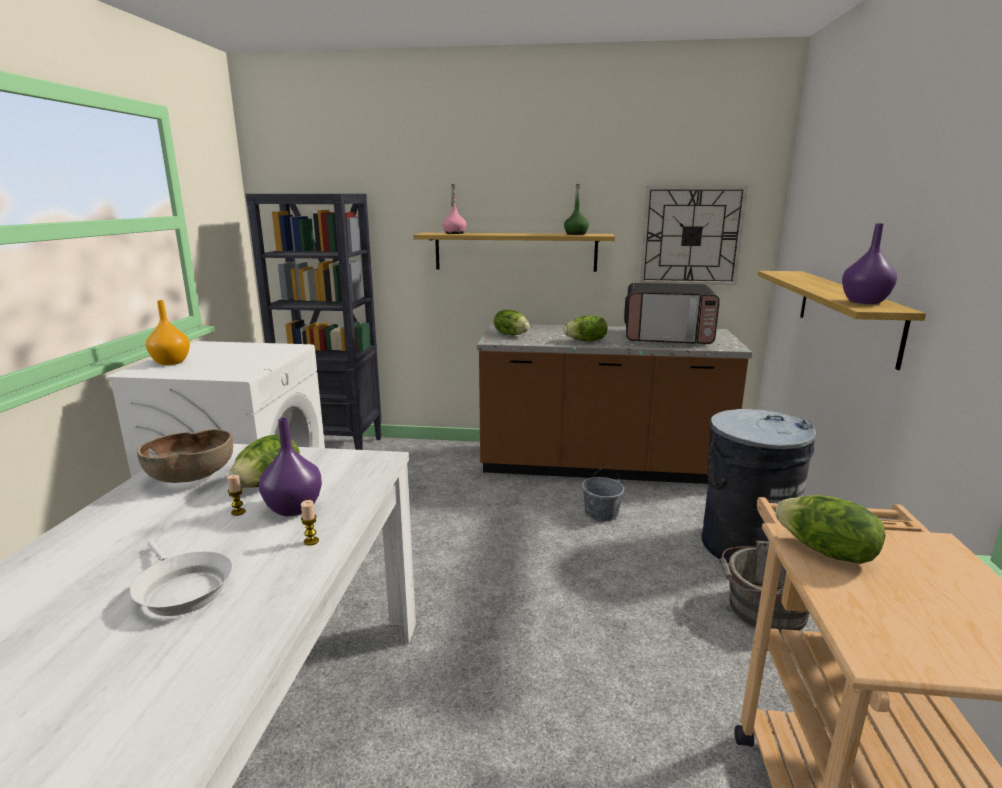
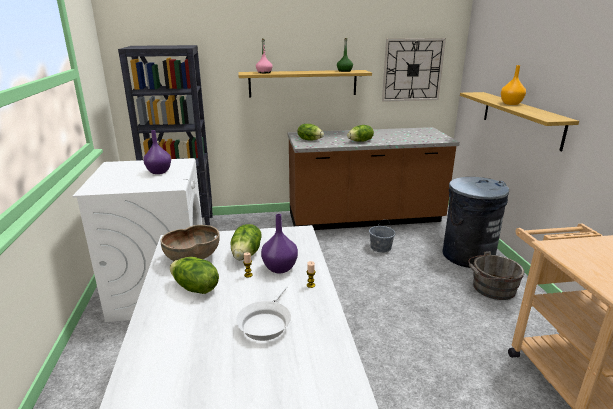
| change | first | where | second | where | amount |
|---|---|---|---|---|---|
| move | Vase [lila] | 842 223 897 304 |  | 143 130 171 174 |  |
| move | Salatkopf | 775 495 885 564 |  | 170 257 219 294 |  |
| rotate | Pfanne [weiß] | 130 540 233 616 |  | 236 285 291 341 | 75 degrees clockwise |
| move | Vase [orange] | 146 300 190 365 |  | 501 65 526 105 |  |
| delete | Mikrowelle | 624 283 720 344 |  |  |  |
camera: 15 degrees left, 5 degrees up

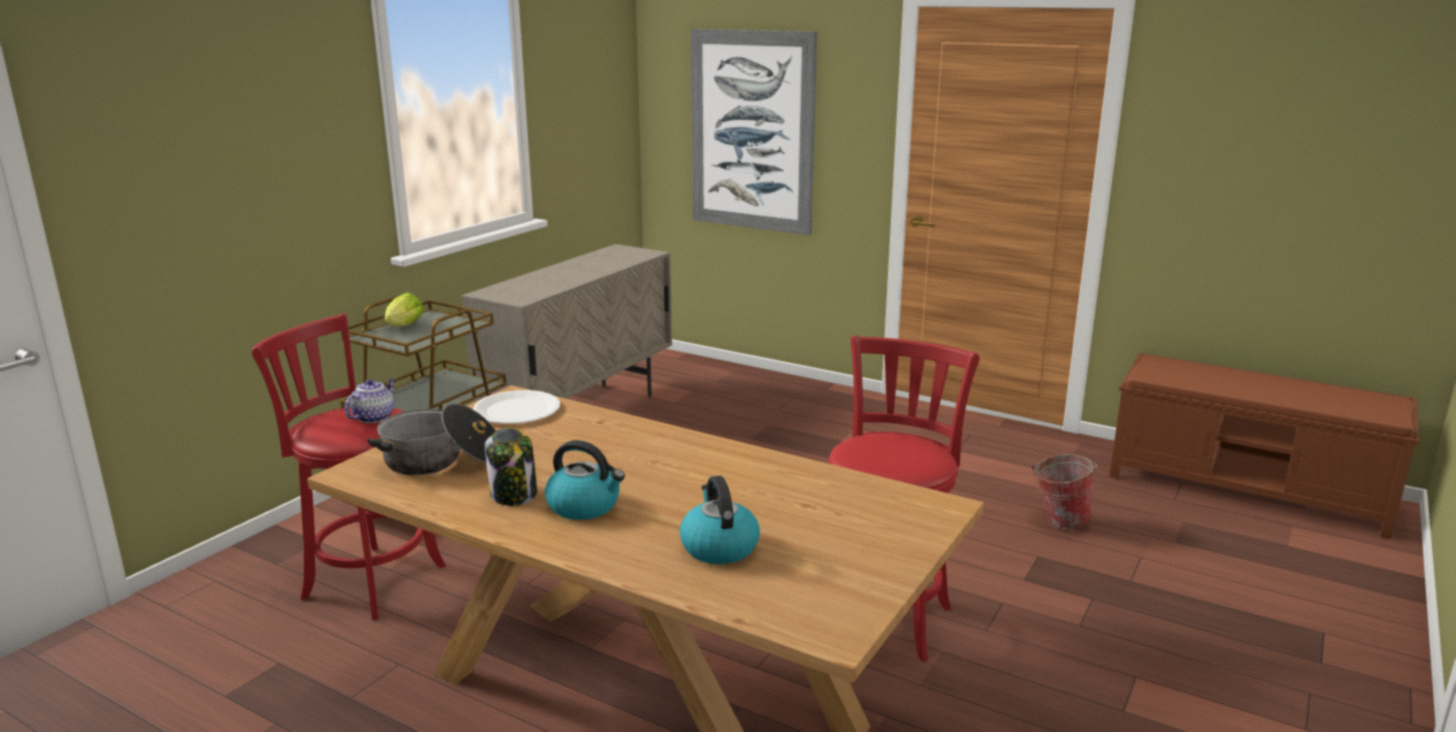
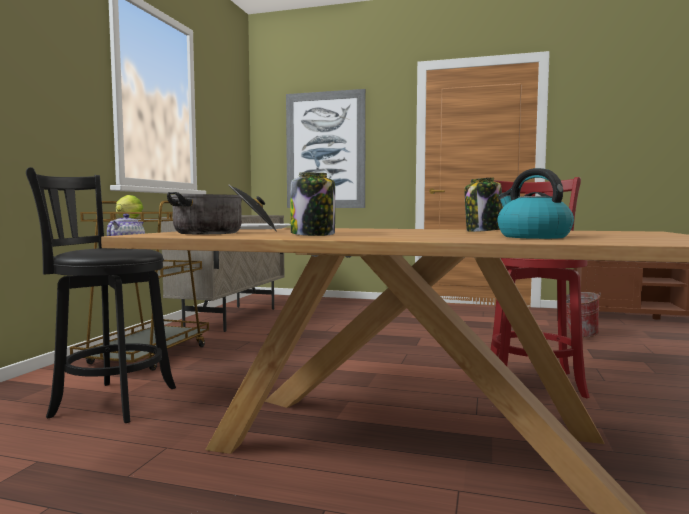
| change | first | where | second | where | amount |
|---|---|---|---|---|---|
| recolor | Hocker [rot] | 252 313 446 620 | Hocker [schwarz] | 26 167 176 423 |  |
| insert |  |  | Vorratsglas | 464 177 503 232 |  |
| delete | Wasserkessel | 545 440 625 520 |  |  |  |
camera: 15 degrees left, 15 degrees down

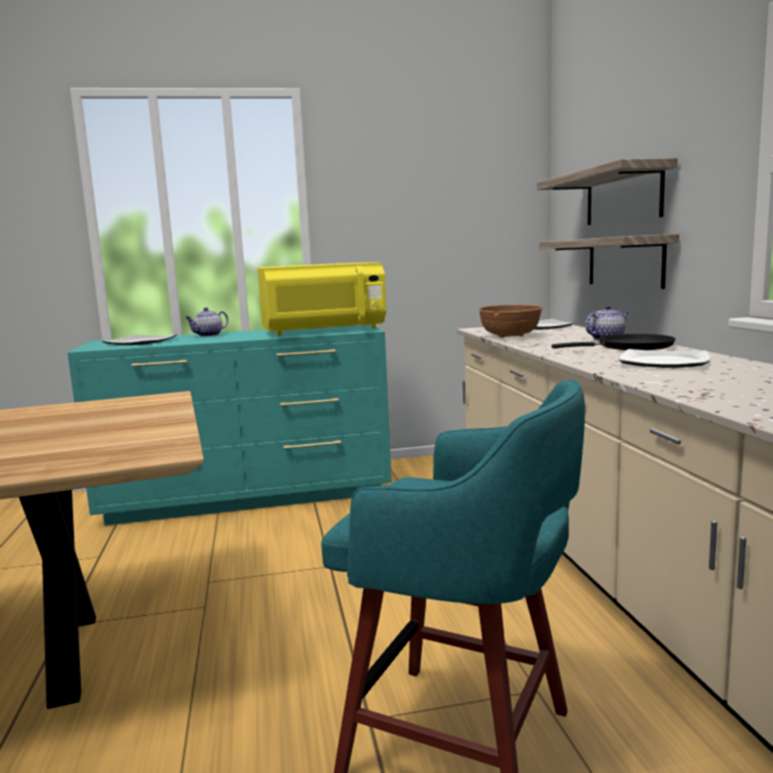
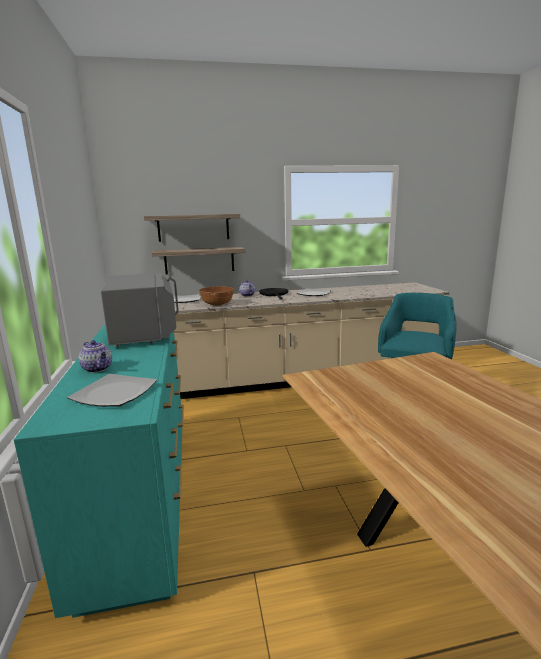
| change | first | where | second | where | amount |
|---|---|---|---|---|---|
| recolor | Mikrowelle [gelb] | 258 262 386 336 | Mikrowelle [grau] | 101 273 179 347 |  |
camera: 90 degrees left, 5 degrees up

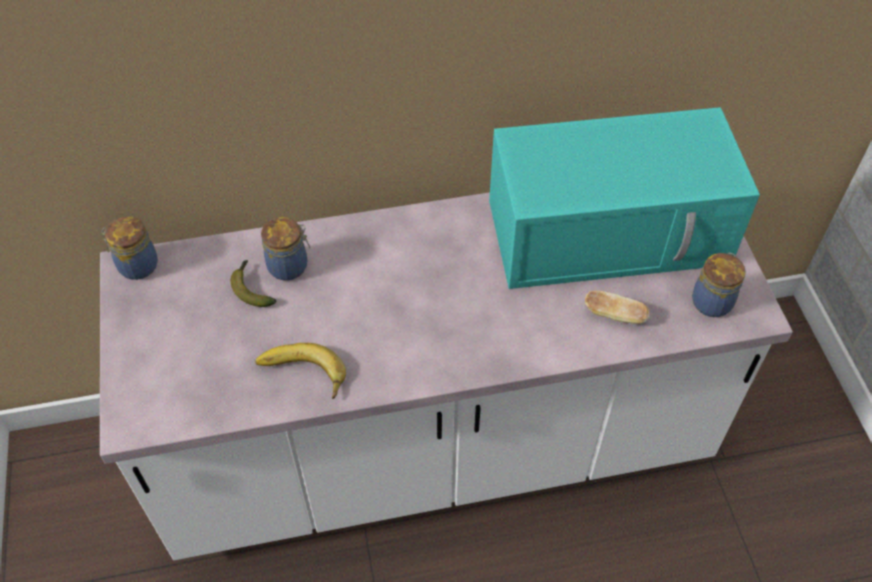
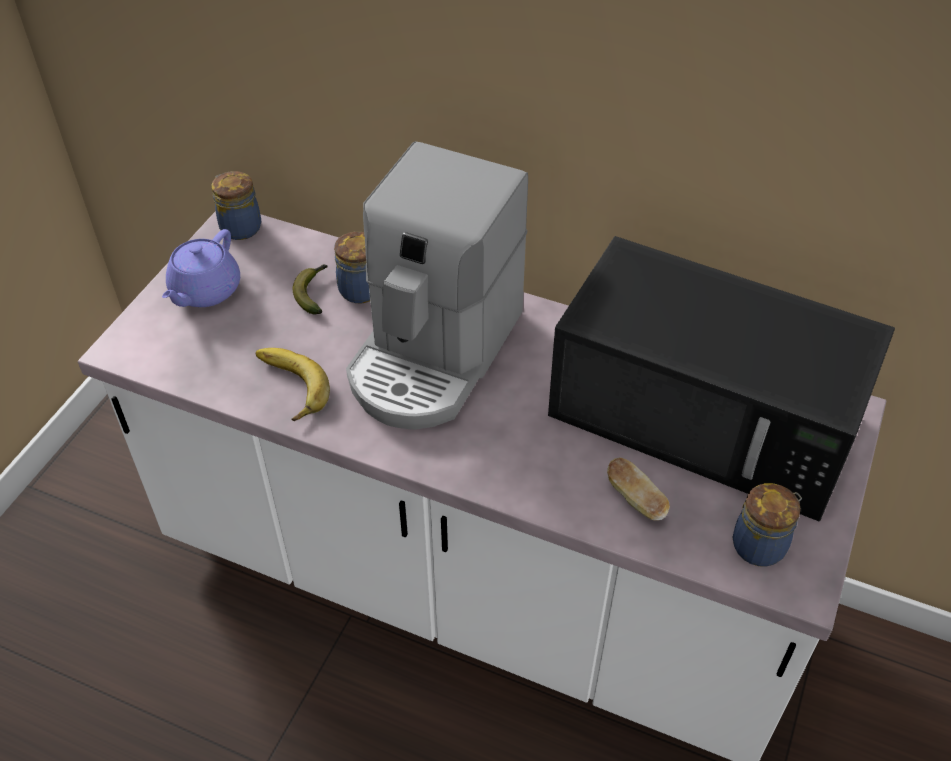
| change | first | where | second | where | amount |
|---|---|---|---|---|---|
| insert |  |  | Teekanne [lila] | 162 229 240 307 |  |
| insert |  |  | Kaffeemaschine | 346 141 528 429 |  |
| recolor | Mikrowelle [türkis] | 489 107 760 289 | Mikrowelle [schwarz] | 548 236 895 521 |  |
camera: 35 degrees right, 5 degrees down

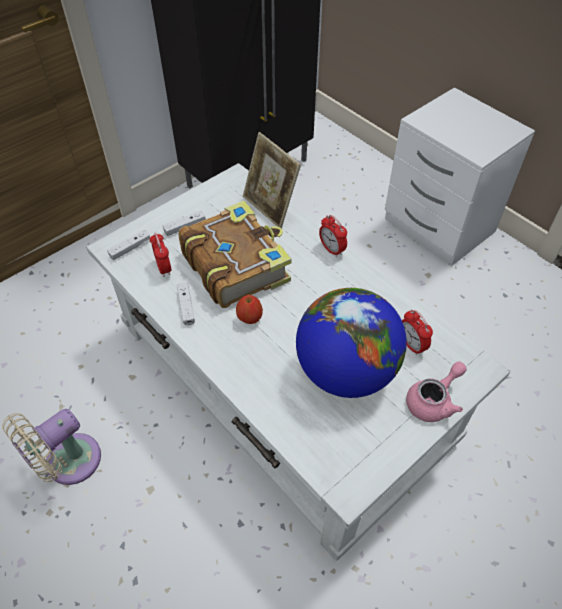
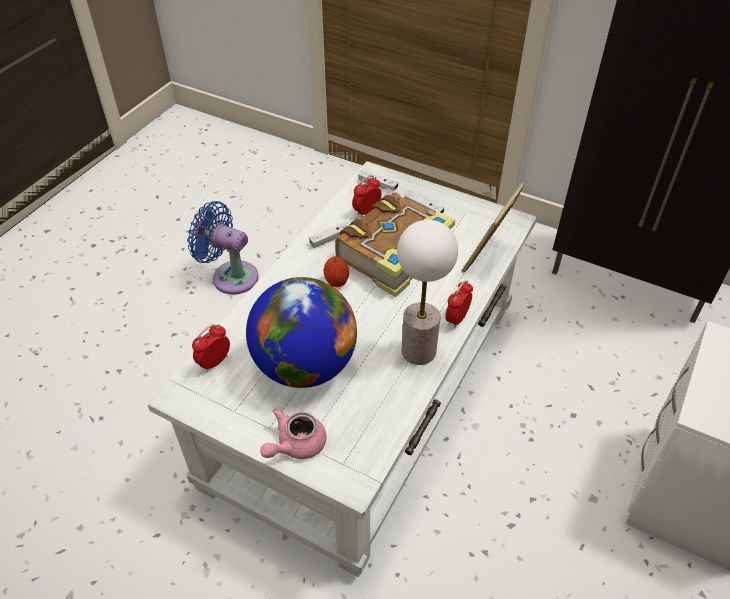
| change | first | where | second | where | amount |
|---|---|---|---|---|---|
| recolor | Ventilator [beige] | 2 409 101 485 | Ventilator [blau] | 187 201 259 295 |  |
| move | Wecker | 402 309 433 355 |  | 192 324 230 372 |  |
| rotate | Teekanne [rosa] | 406 361 467 422 |  | 260 409 326 459 | 105 degrees clockwise |
| insert |  |  | Tischlampe | 397 220 458 365 |  |
camera: 70 degrees right, 5 degrees down

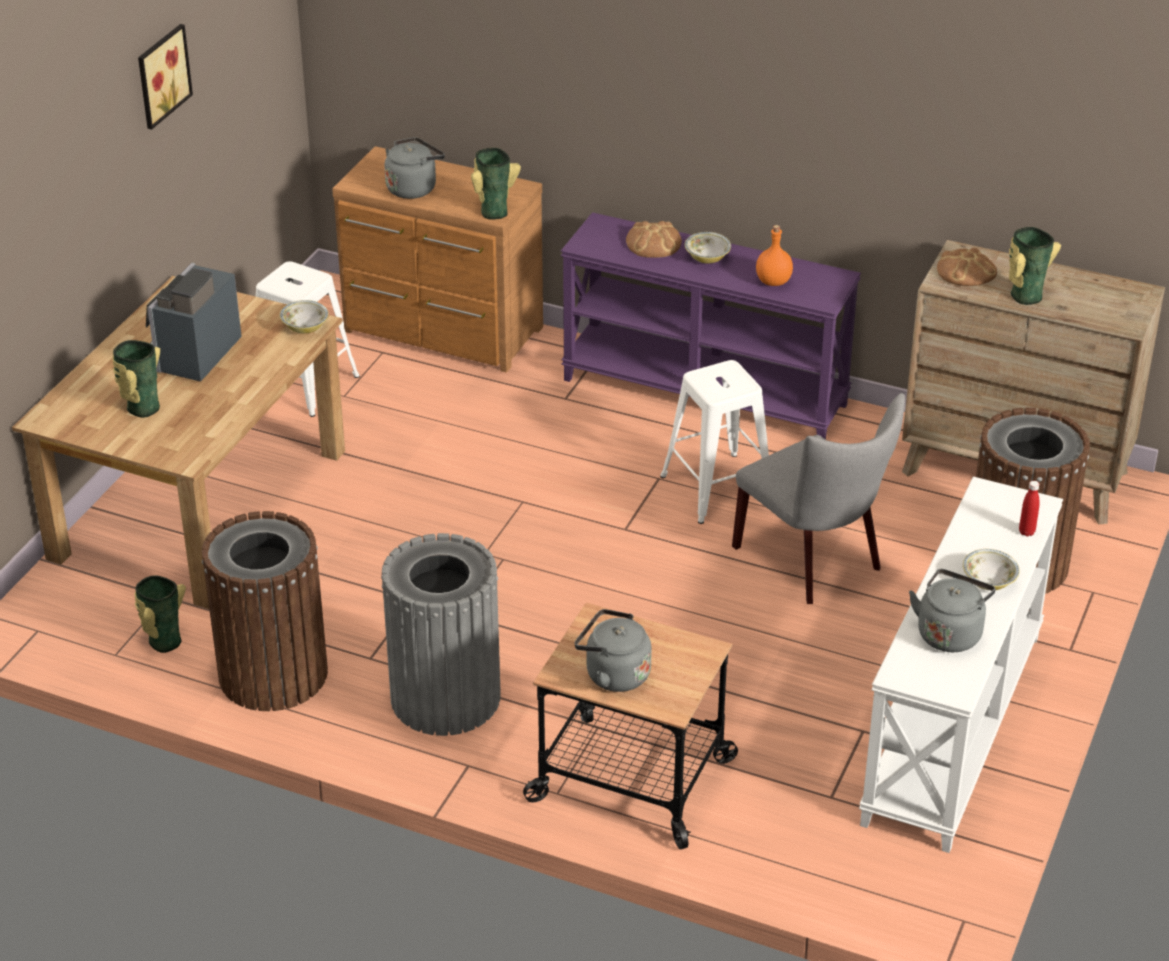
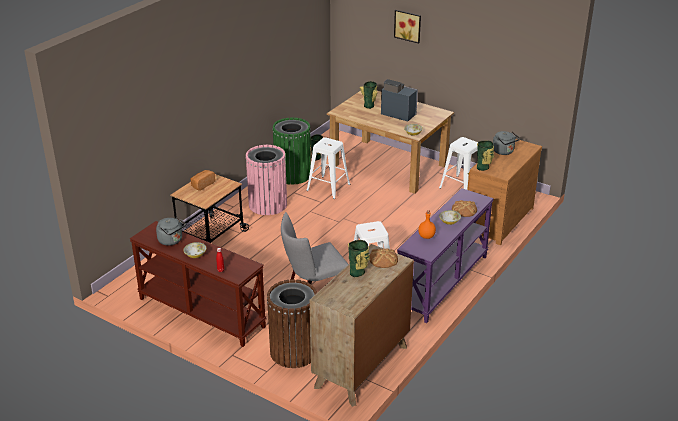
| change | first | where | second | where | amount |
|---|---|---|---|---|---|
| recolor | Konsolentisch [weiß] | 859 477 1063 853 | Konsolentisch [braun] | 130 221 267 347 |  |
| replace | Wasserkessel [grau] | 575 609 652 692 | Brot | 191 170 215 191 |  |
| recolor | Mülleimer [grau] | 381 533 501 736 | Mülleimer [rosa] | 246 145 287 215 |  |
| recolor | Mülleimer [braun] | 202 511 328 711 | Mülleimer [grün] | 272 117 311 185 |  |
| insert |  |  | Hocker [weiß] | 306 137 350 199 |  |
| move | Bild | 138 24 193 130 |  | 394 10 421 43 |  |
camera: 100 degrees right, 5 degrees down

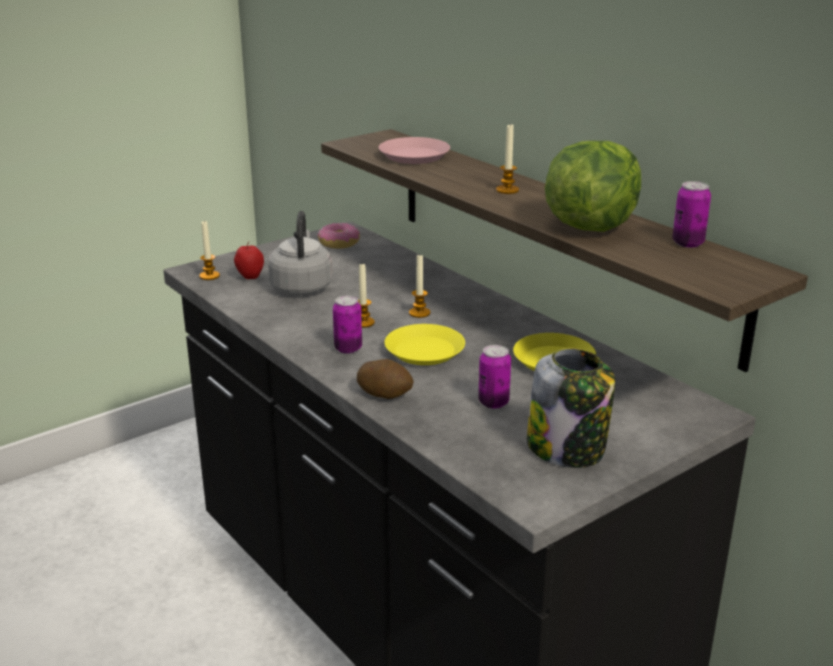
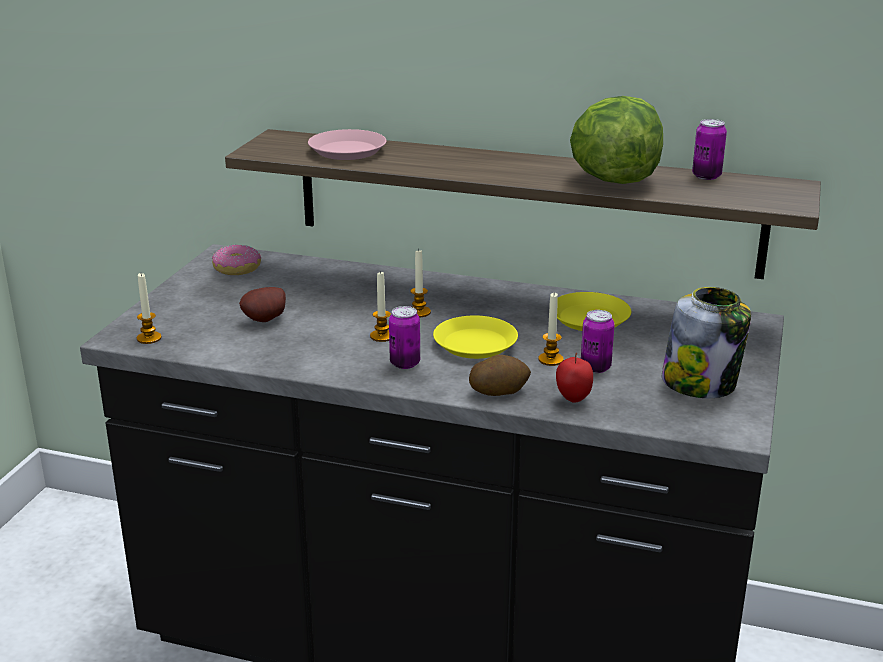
| change | first | where | second | where | amount |
|---|---|---|---|---|---|
| replace | Wasserkessel [grau] | 268 211 333 295 | Kartoffel | 239 287 286 322 |  |
| move | Kerze | 496 123 519 194 |  | 538 293 564 366 |  |
| move | Apfel | 234 242 264 279 |  | 556 353 593 403 |  |
camera: 35 degrees left, 0 degrees up

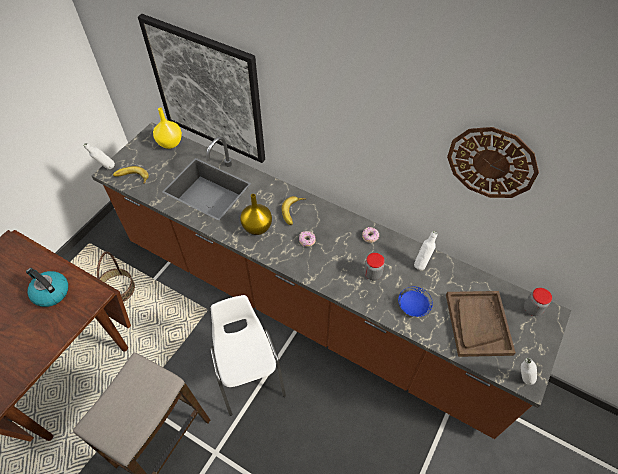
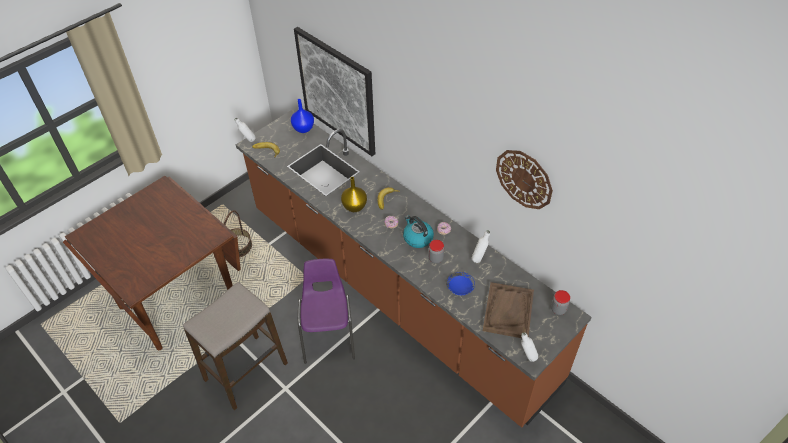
| change | first | where | second | where | amount |
|---|---|---|---|---|---|
| recolor | Vase [gelb] | 153 108 182 149 | Vase [blau] | 291 99 314 133 |  |
| recolor | Stuhl [weiß] | 210 295 286 416 | Stuhl [lila] | 298 259 355 364 |  |
| move | Wasserkessel | 26 268 68 307 |  | 403 215 434 248 |  |
camera: 15 degrees right, 5 degrees down

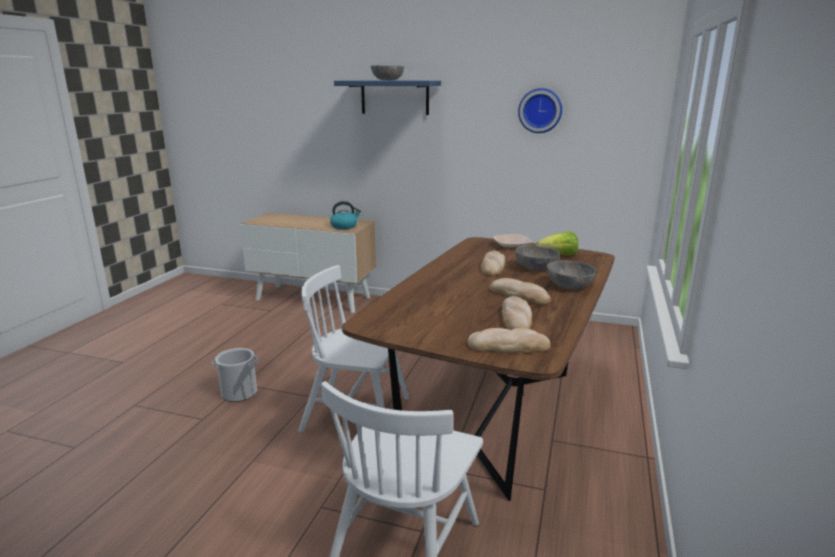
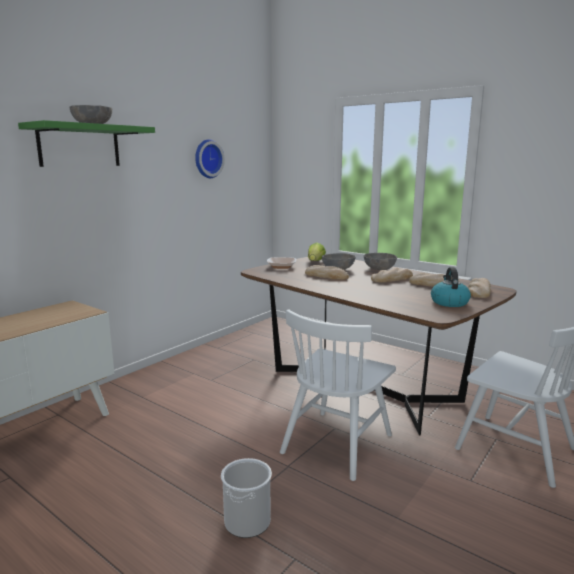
| change | first | where | second | where | amount |
|---|---|---|---|---|---|
| recolor | Wandregal [blau] | 334 80 441 115 | Wandregal [grün] | 18 120 155 167 |  |
| move | Wasserkessel | 330 201 361 229 |  | 431 267 471 307 |  |
camera: 70 degrees left, 5 degrees down

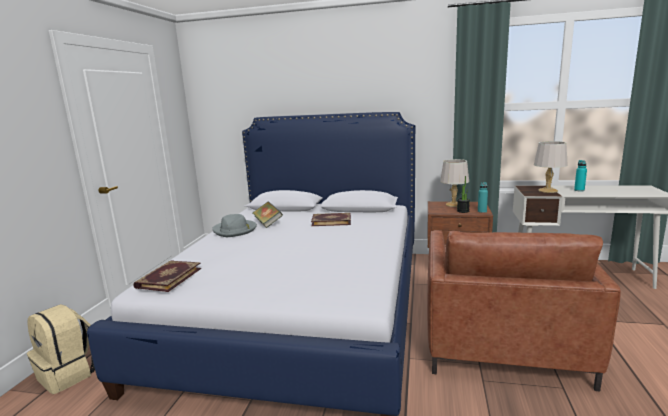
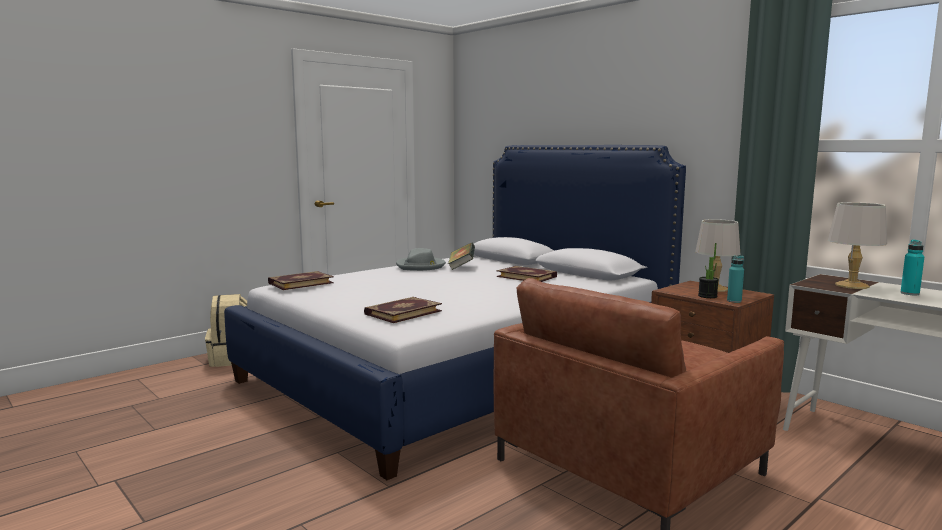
| change | first | where | second | where | amount |
|---|---|---|---|---|---|
| insert |  |  | Buch | 364 297 442 323 |  |
camera: 35 degrees right, 5 degrees down

